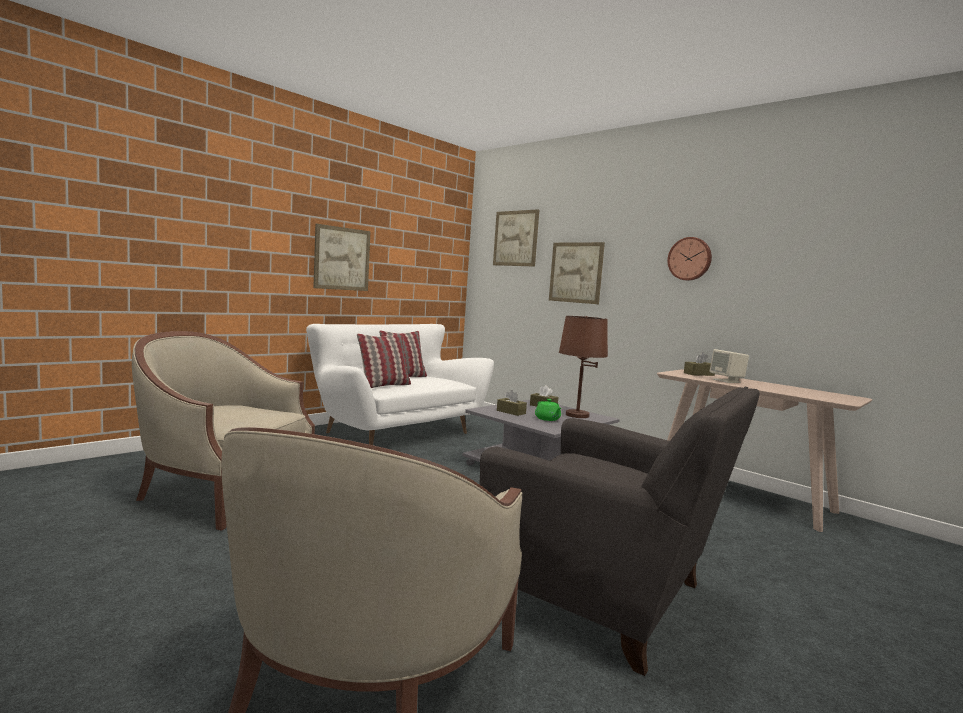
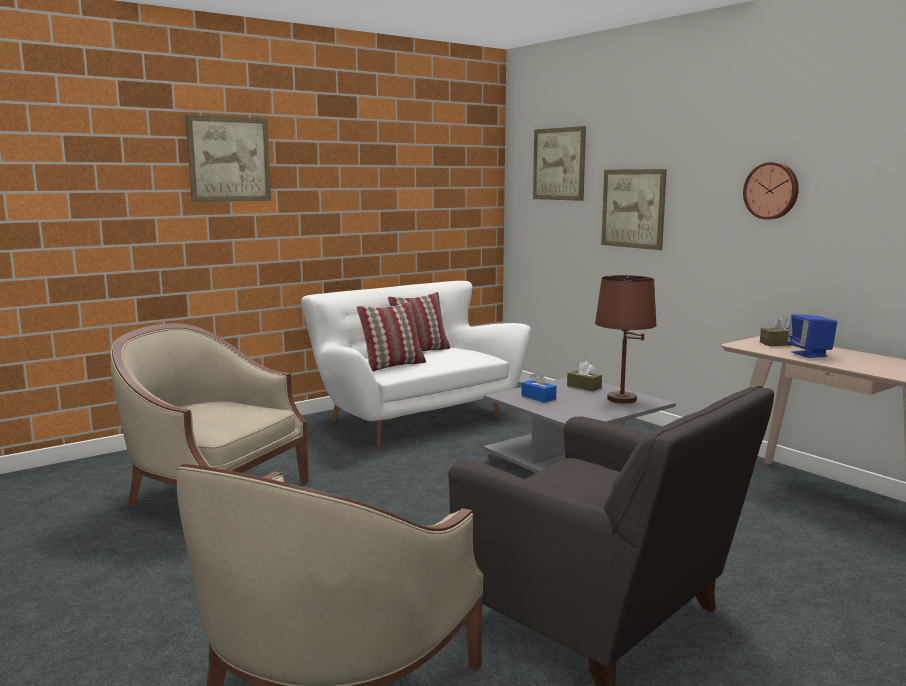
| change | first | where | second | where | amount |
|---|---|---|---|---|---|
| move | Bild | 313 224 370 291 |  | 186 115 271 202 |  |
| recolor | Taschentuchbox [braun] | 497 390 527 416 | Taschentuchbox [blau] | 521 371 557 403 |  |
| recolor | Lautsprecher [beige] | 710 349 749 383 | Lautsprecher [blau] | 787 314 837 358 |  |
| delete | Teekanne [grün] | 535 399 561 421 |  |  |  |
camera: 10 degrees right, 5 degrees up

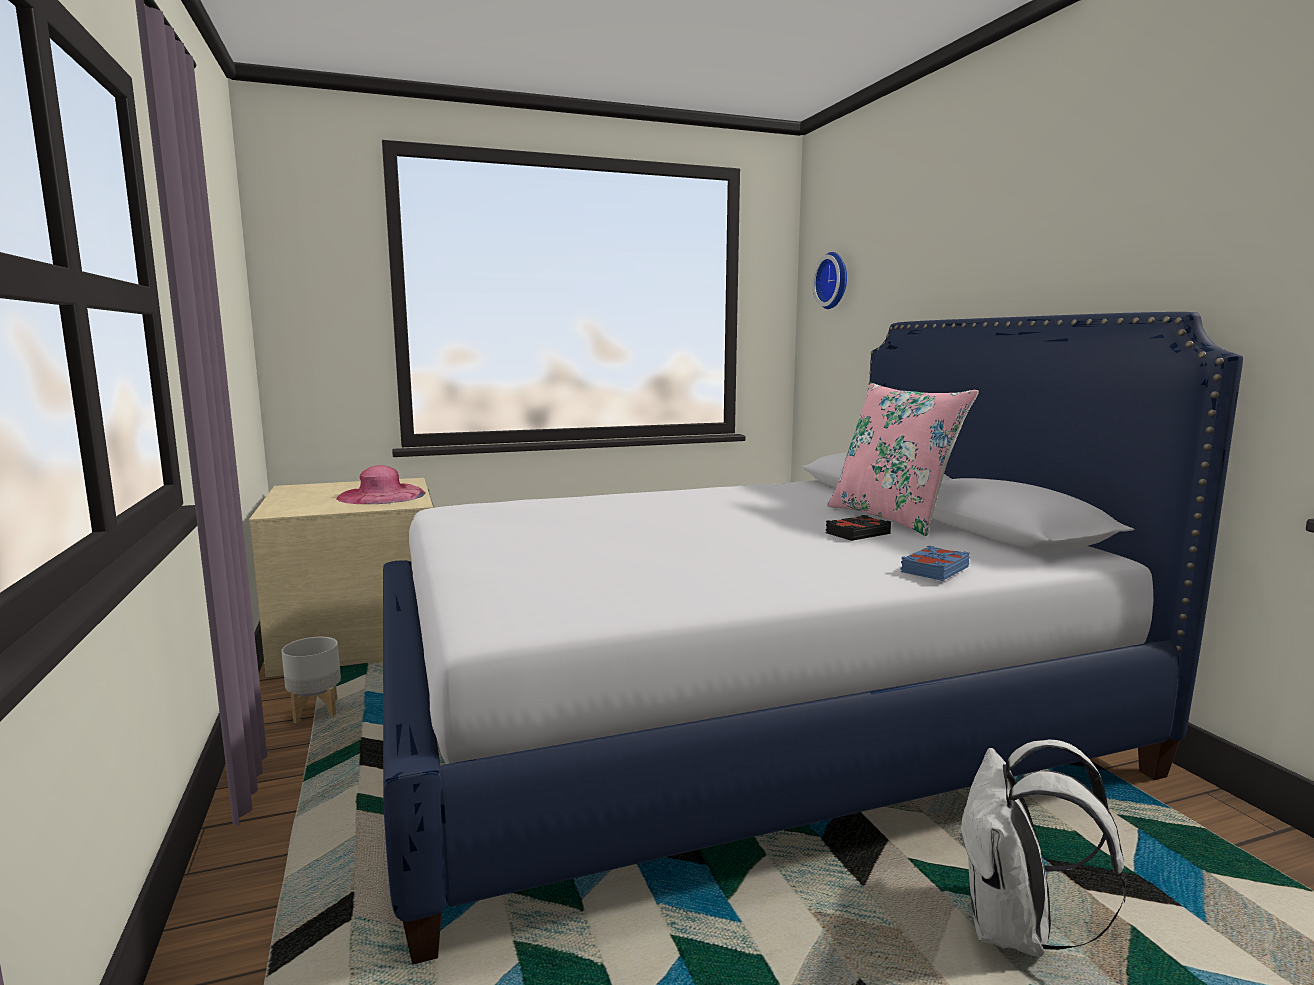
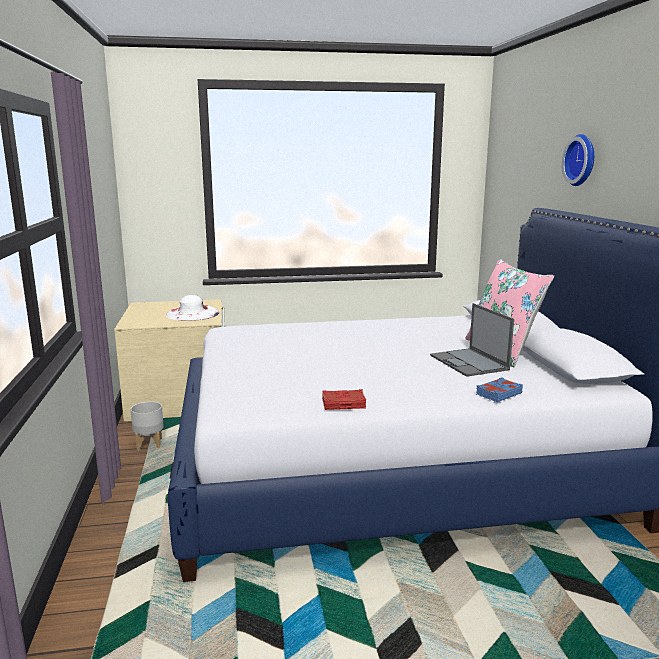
| change | first | where | second | where | amount |
|---|---|---|---|---|---|
| recolor | Hut [rosa] | 336 465 426 504 | Hut [weiß] | 165 295 219 321 |  |
| insert |  |  | Buch [rot] | 322 389 366 410 |  |
| replace | Buch [schwarz] | 826 515 891 541 | Laptop | 430 303 514 377 |  |
| move | Wanduhr | 813 252 847 309 |  | 562 134 594 186 |  |
| delete | Rucksack [weiß] | 958 739 1127 957 |  |  |  |
camera: 10 degrees right, 5 degrees up

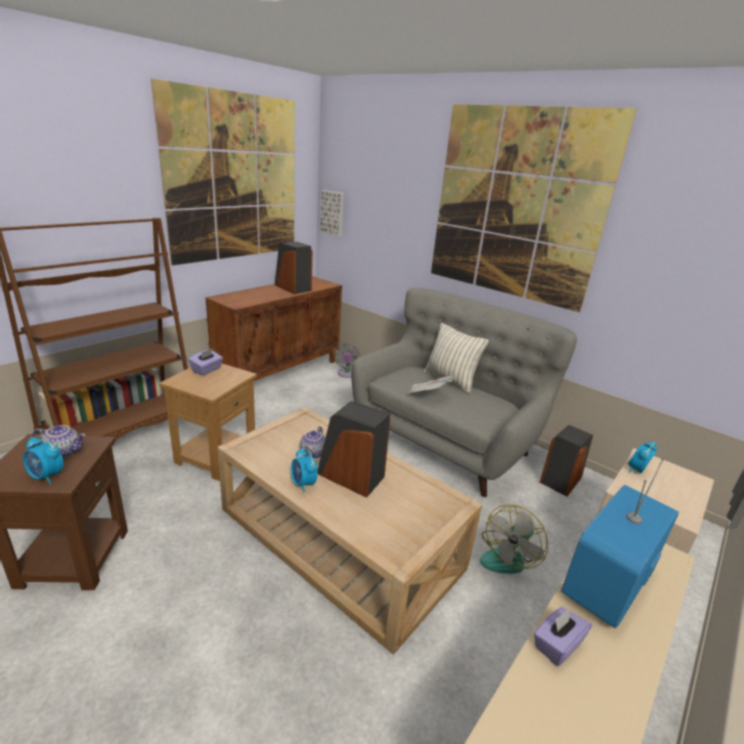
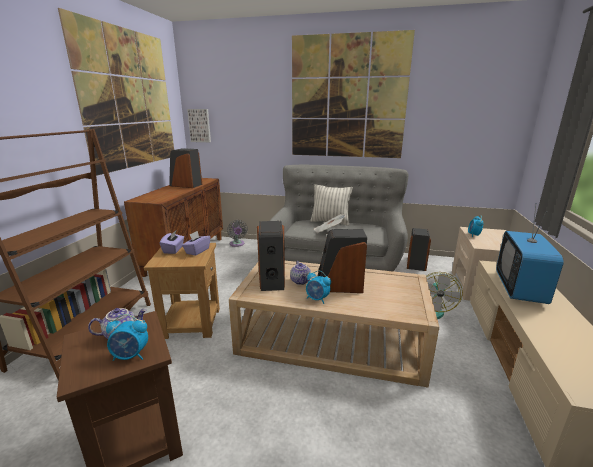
| change | first | where | second | where | amount |
|---|---|---|---|---|---|
| move | Taschentuchbox [lila] | 534 607 592 666 |  | 182 231 210 256 |  |
| insert |  |  | Lautsprecher | 257 221 285 291 |  |
camera: 25 degrees left, 5 degrees down

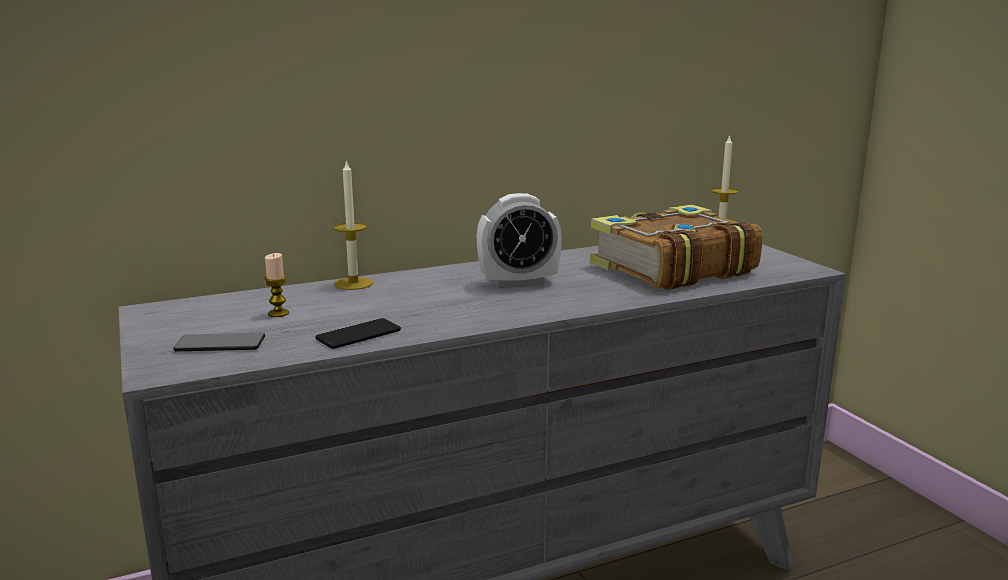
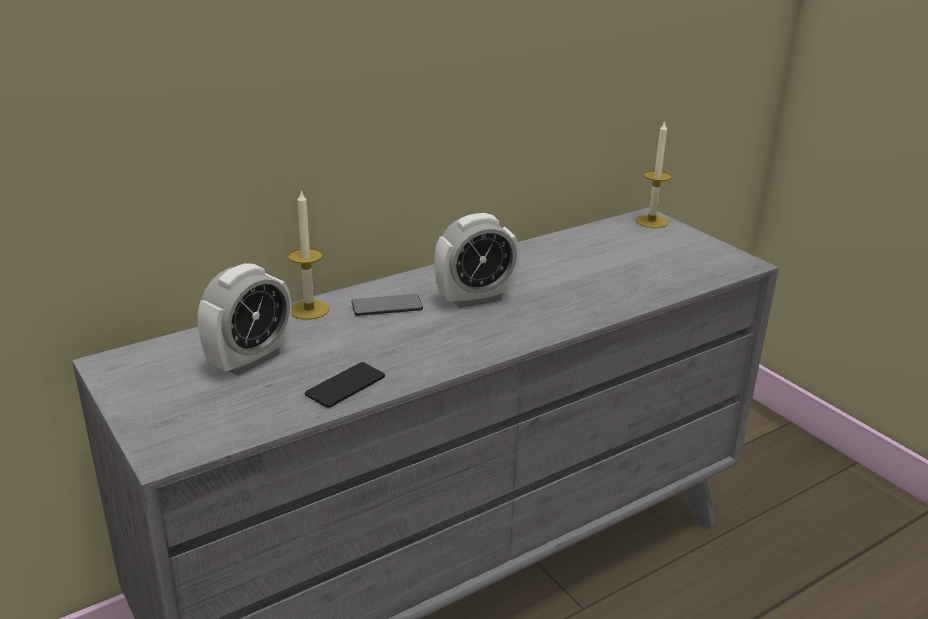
| change | first | where | second | where | amount |
|---|---|---|---|---|---|
| replace | Kerze | 264 253 289 317 | Wecker | 198 263 292 376 |  |
| move | Handy | 173 333 265 351 |  | 352 294 423 316 |  |
| delete | Buch | 590 205 763 290 |  |  |  |
camera: 10 degrees left, 10 degrees up

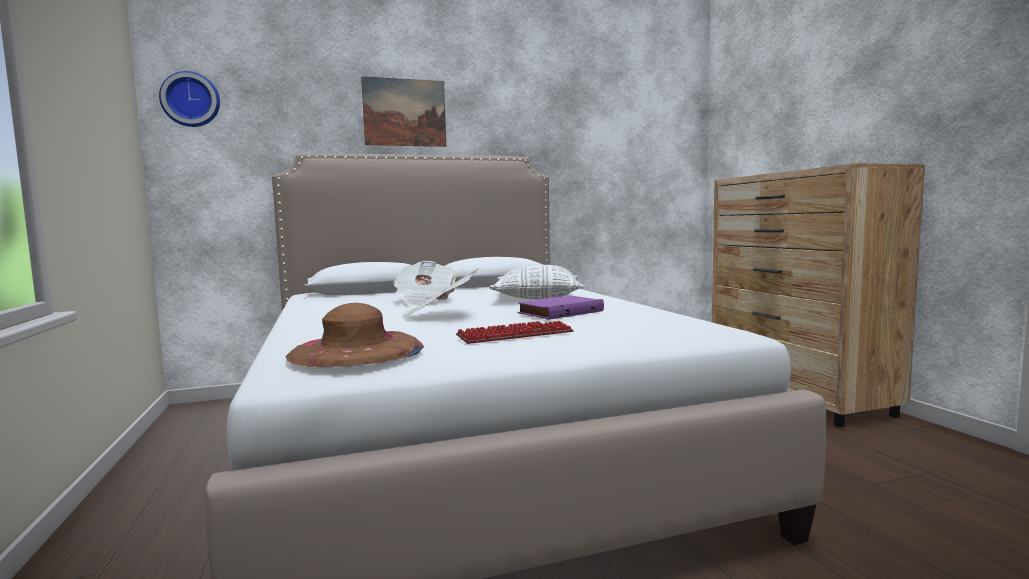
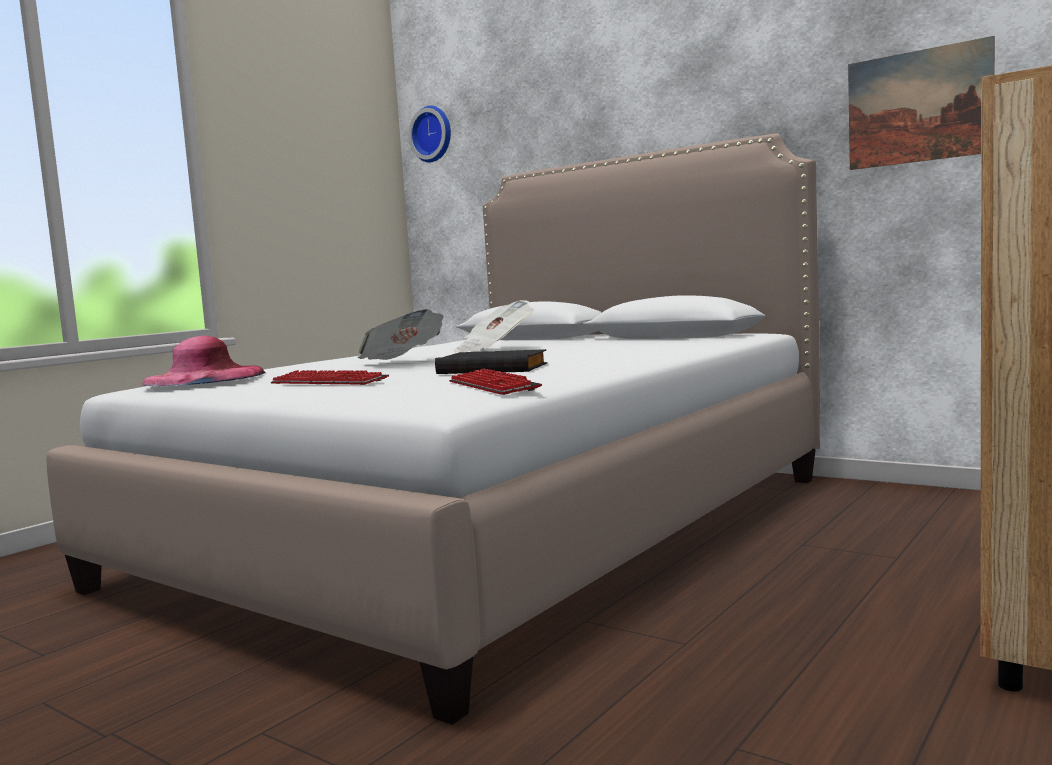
| change | first | where | second | where | amount |
|---|---|---|---|---|---|
| recolor | Hut [braun] | 286 303 424 368 | Hut [rosa] | 142 336 266 386 |  |
| recolor | Buch [lila] | 517 295 604 320 | Buch [schwarz] | 435 349 547 374 |  |
| insert |  |  | Tastatur | 449 368 542 395 |  |
| move | Bild | 361 76 446 147 |  | 848 36 995 170 |  |
| delete | Kissen | 489 265 585 300 |  |  |  |
camera: 55 degrees right, 0 degrees up

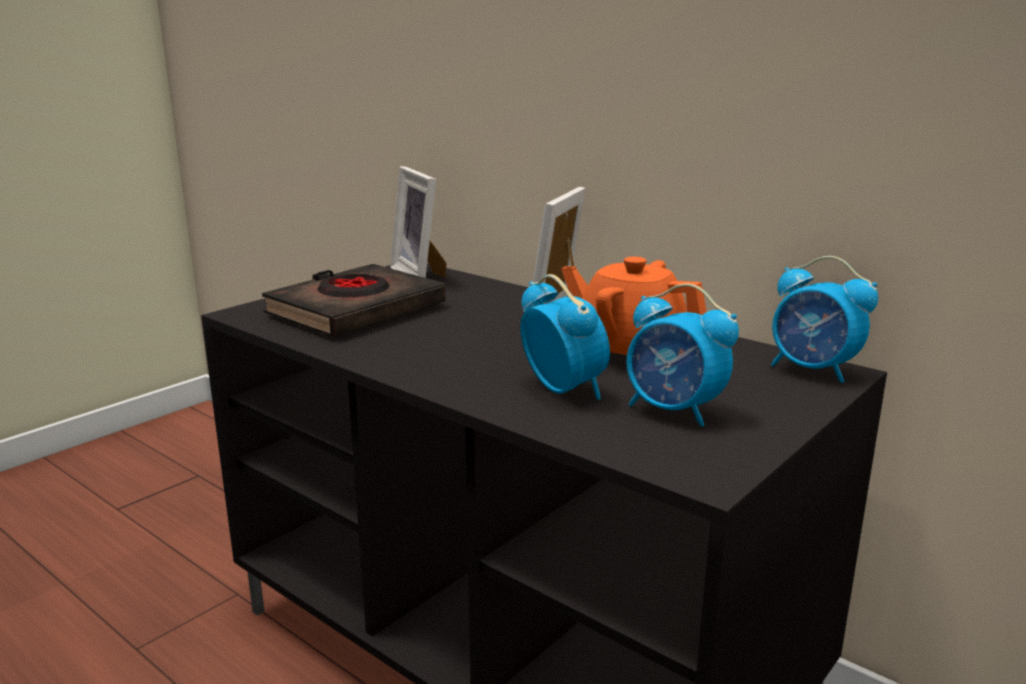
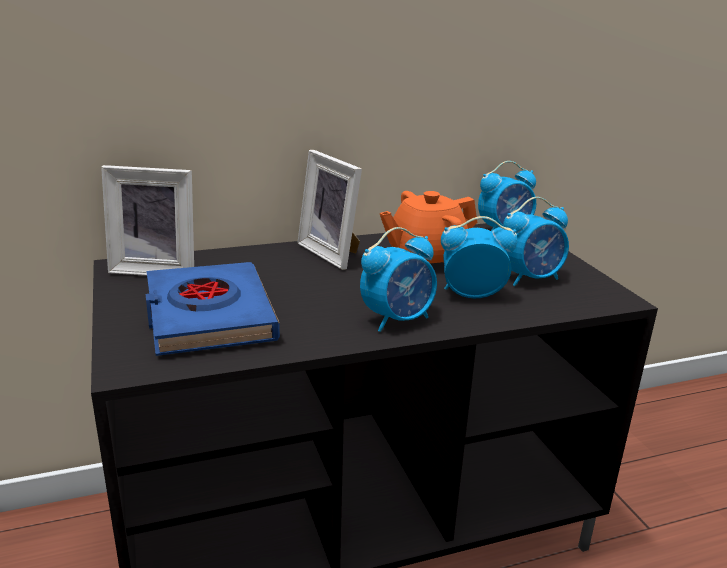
| change | first | where | second | where | amount |
|---|---|---|---|---|---|
| recolor | Buch [schwarz] | 262 264 445 337 | Buch [blau] | 146 262 280 356 |  |
| insert |  |  | Wecker | 360 227 437 332 |  |
camera: 60 degrees left, 5 degrees up

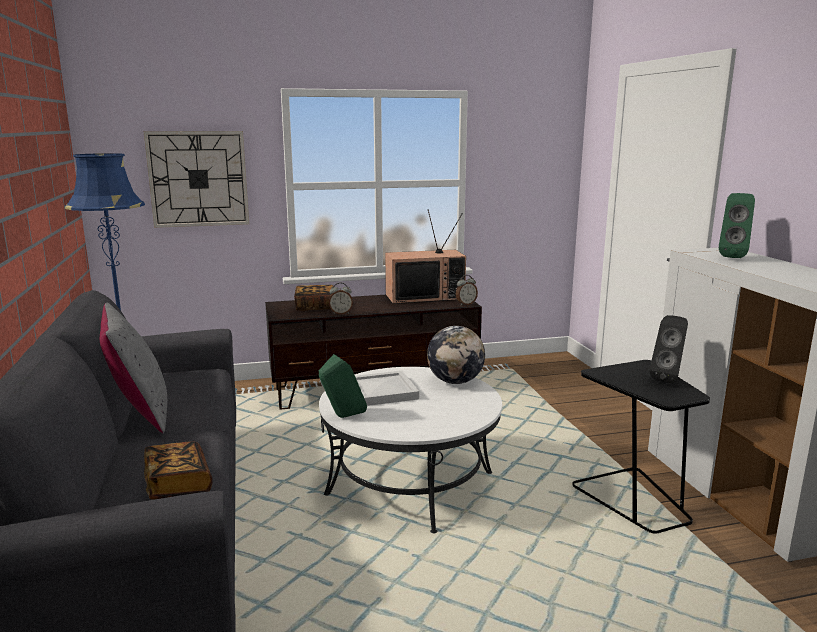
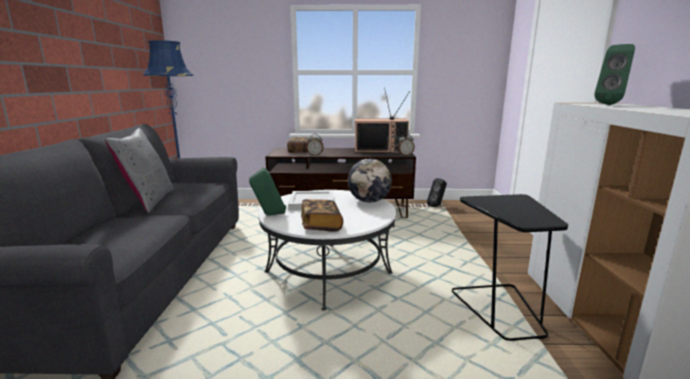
| change | first | where | second | where | amount |
|---|---|---|---|---|---|
| move | Buch | 144 441 213 500 |  | 301 199 343 232 |  |
| move | Lautsprecher [schwarz] | 649 315 688 384 |  | 427 178 447 207 |  |
| delete | Wanduhr | 144 131 249 228 |  |  |  |
camera: 15 degrees right, 0 degrees up

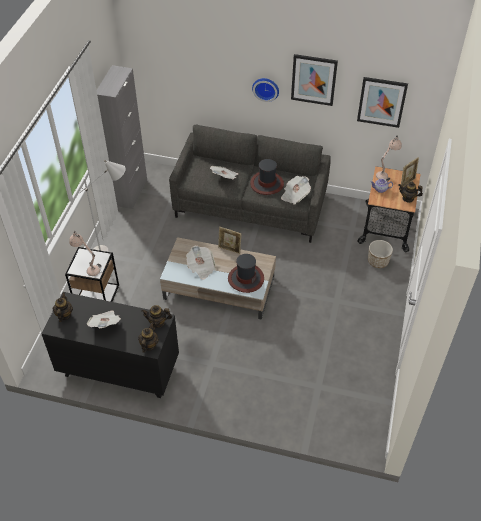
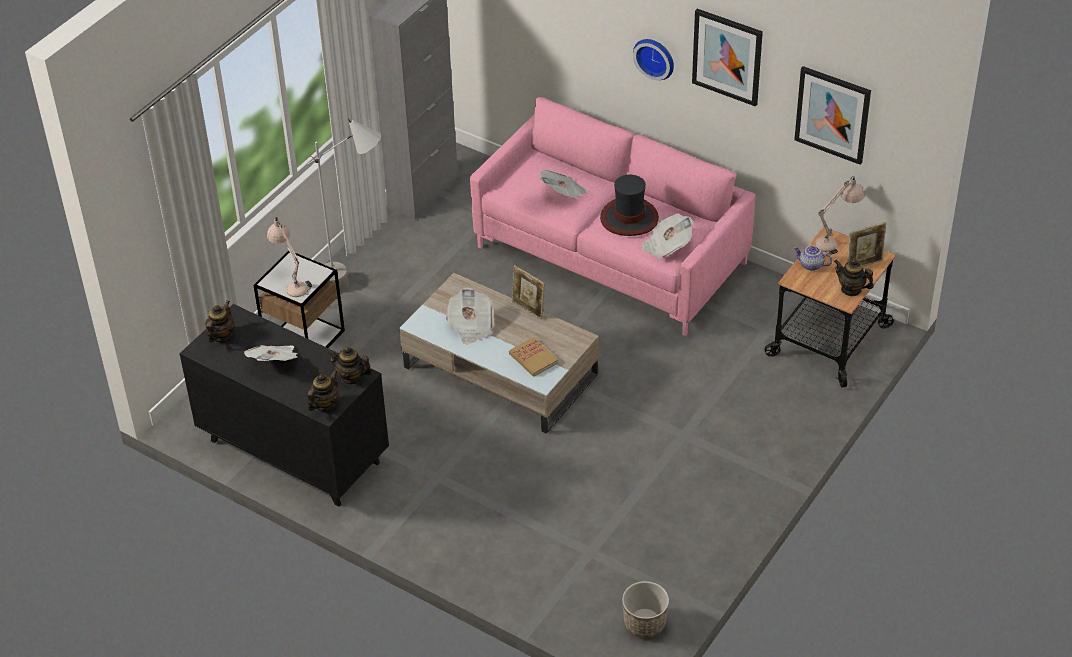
| change | first | where | second | where | amount |
|---|---|---|---|---|---|
| recolor | Sofa [grau] | 169 125 331 243 | Sofa [rosa] | 470 97 756 336 |  |
| replace | Hut | 228 254 264 293 | Buch | 509 337 558 377 |  |
| move | Pflanzkübel | 368 240 393 268 |  | 622 581 669 638 |  |
camera: 20 degrees right, 5 degrees down

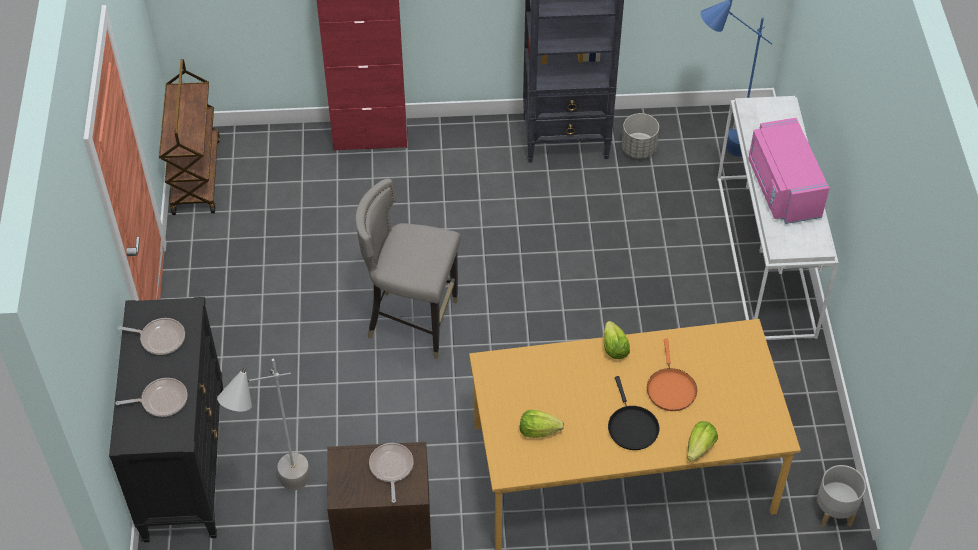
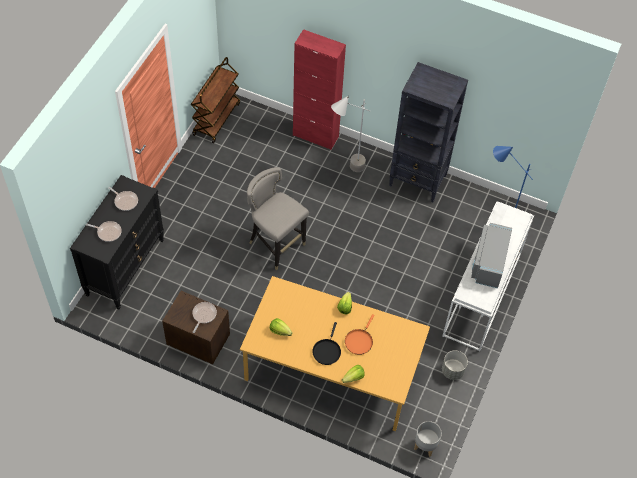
| change | first | where | second | where | amount |
|---|---|---|---|---|---|
| move | Stehlampe [grau] | 217 359 310 490 |  | 331 96 371 172 |  |
| move | Pflanzkübel [grau] | 622 113 659 159 |  | 442 350 468 380 |  |
| recolor | Mikrowelle [rosa] | 748 118 829 224 | Mikrowelle [grau] | 471 223 512 288 |  |
camera: 25 degrees right, 5 degrees up

